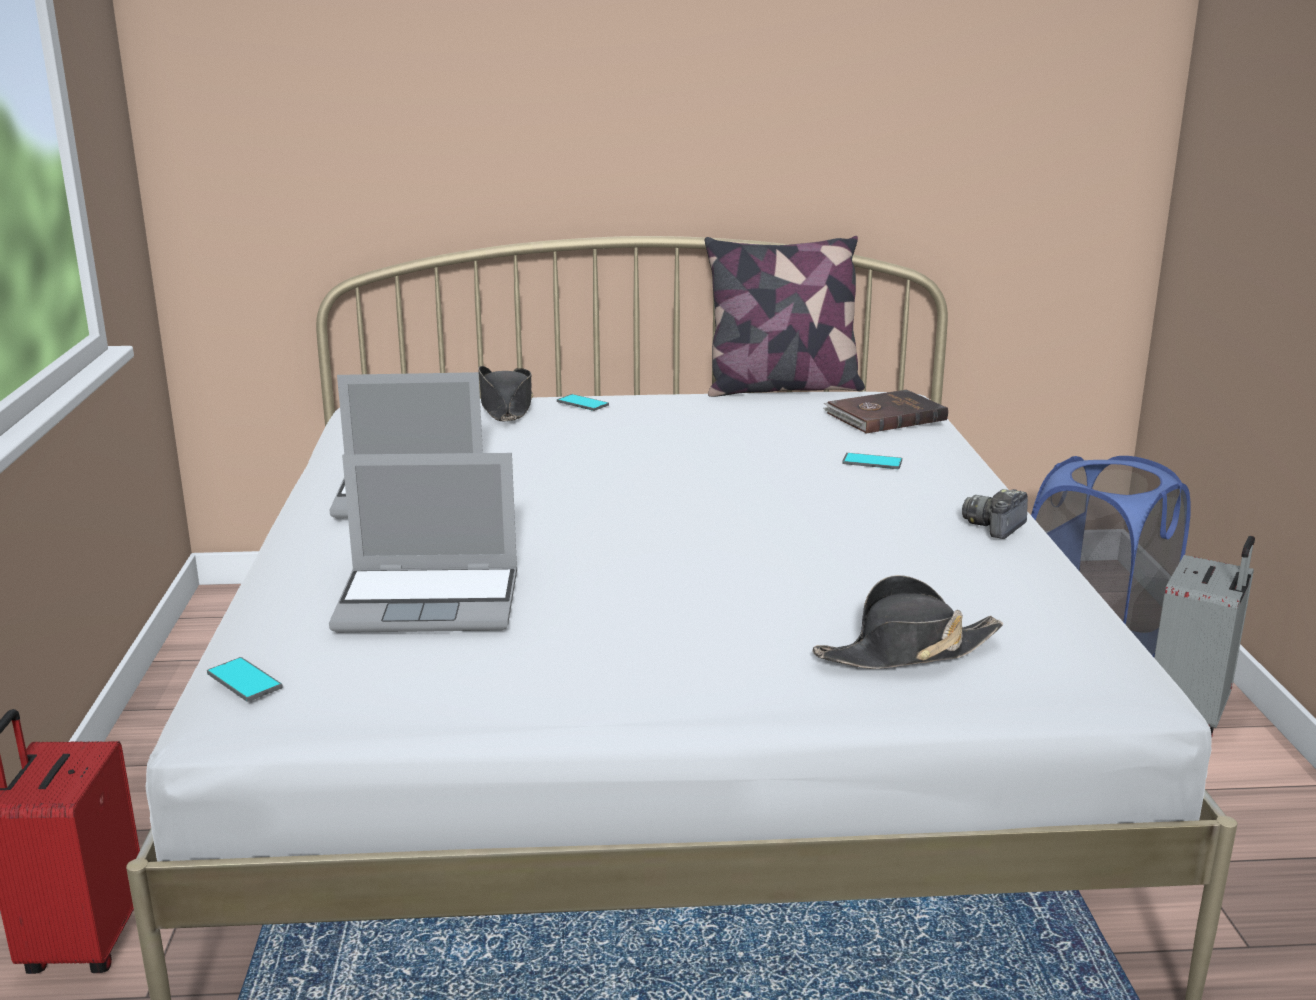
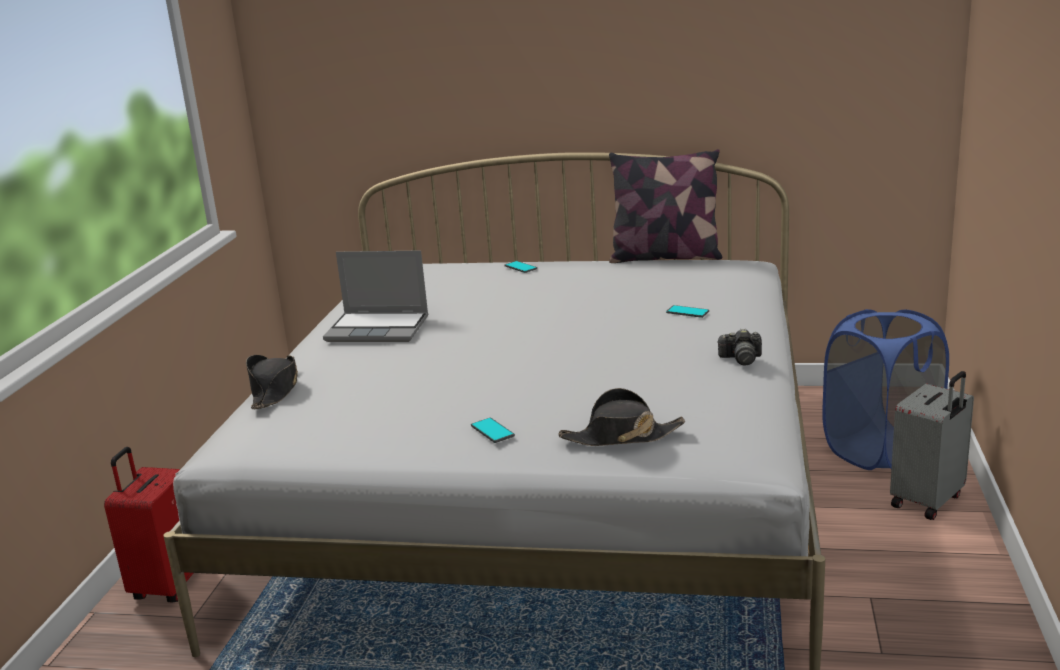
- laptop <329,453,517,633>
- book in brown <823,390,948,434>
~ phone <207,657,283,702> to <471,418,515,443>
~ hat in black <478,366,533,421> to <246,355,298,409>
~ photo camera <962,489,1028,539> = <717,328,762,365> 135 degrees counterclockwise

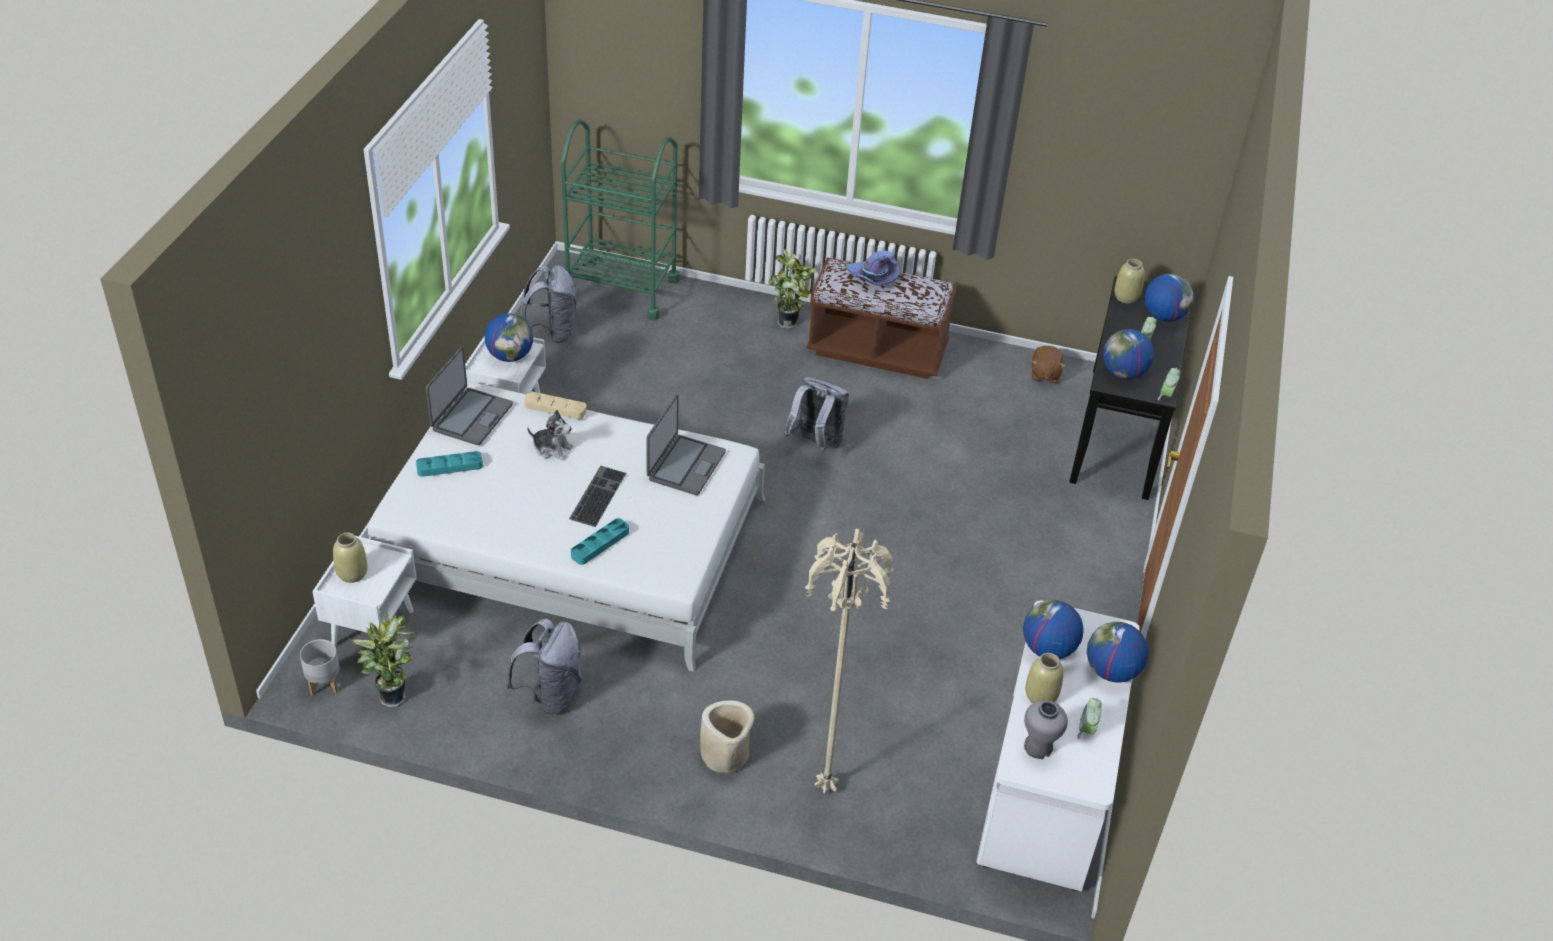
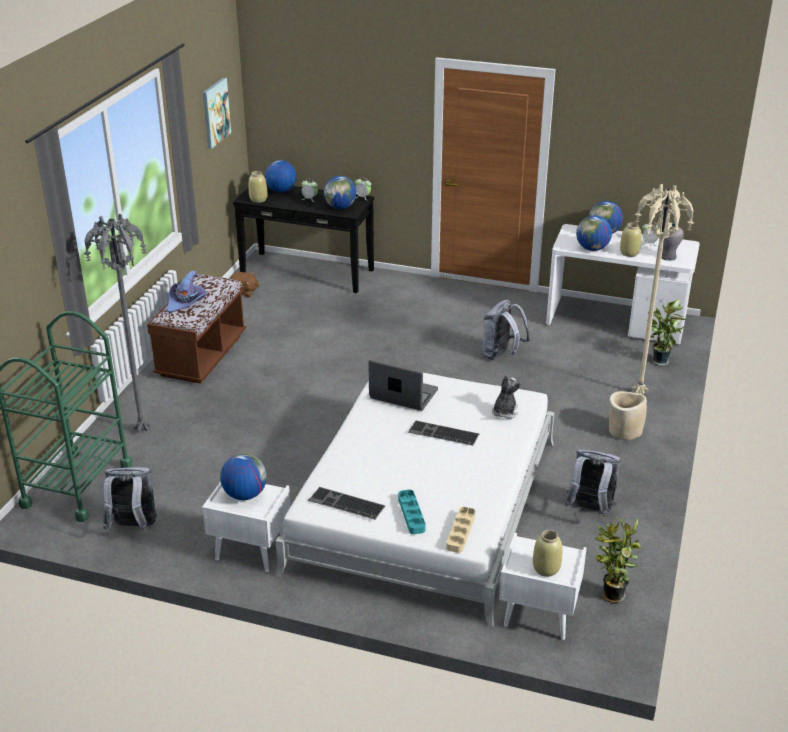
- planter in grey <300,639,340,696>
- tray in turquoise <571,518,629,565>
+ floor lamp in grey <84,214,150,433>
+ picture <203,78,231,149>
~ tray in beige <524,392,587,419> to <446,507,475,553>
~ plush toy <527,410,573,460> to <492,375,521,419>
~ potted plant <769,248,816,329> to <646,299,687,366>
~ backpack in grey <784,377,849,453> to <482,300,530,360>
~ laptop <426,347,513,445> to keyboard <308,487,385,520>

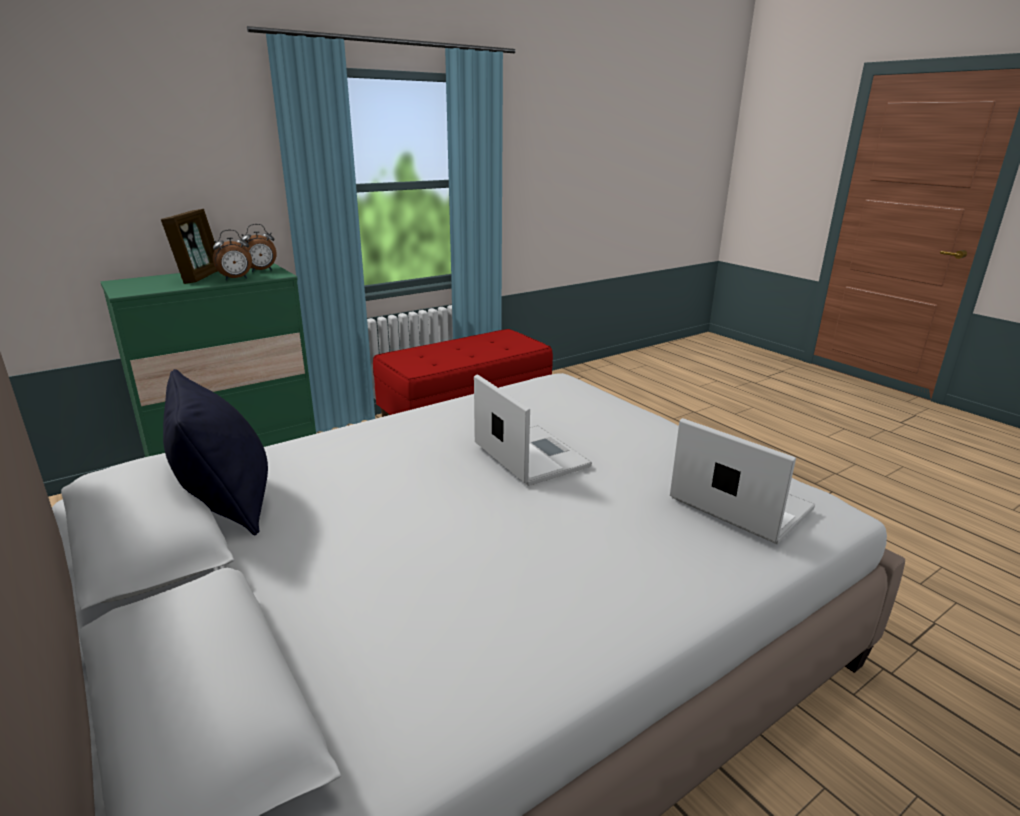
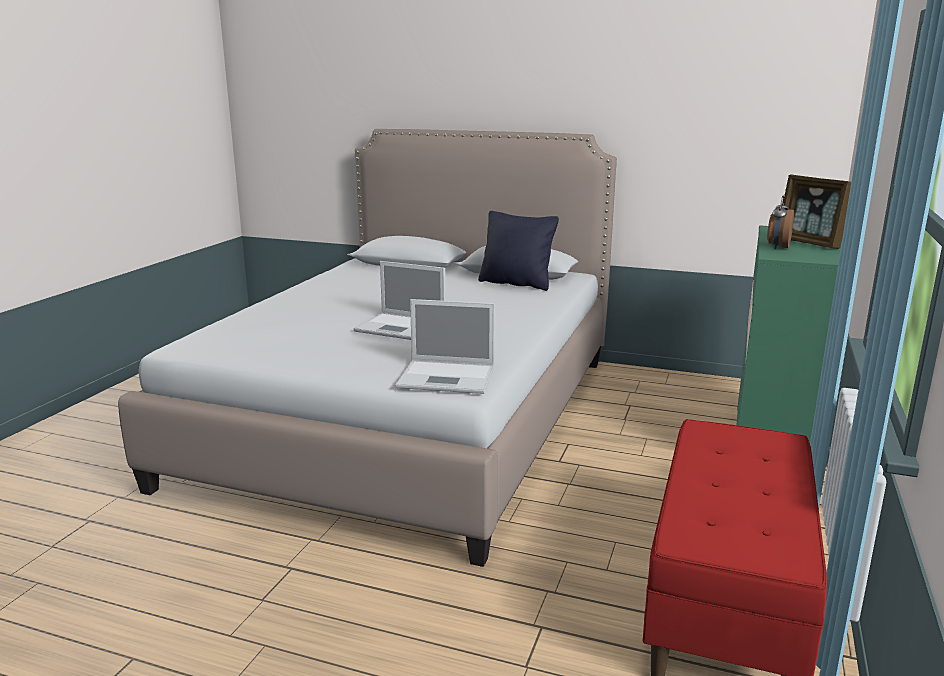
- alarm clock <241,224,276,272>
~ laptop <670,418,815,544> to <395,299,495,394>

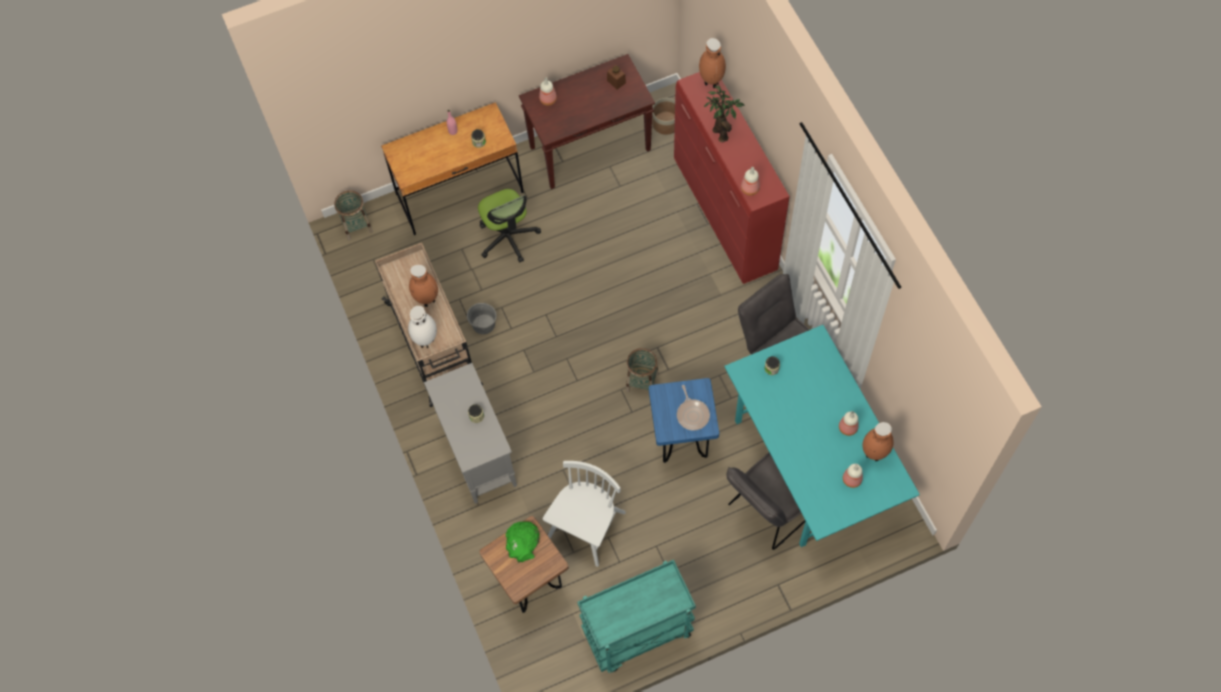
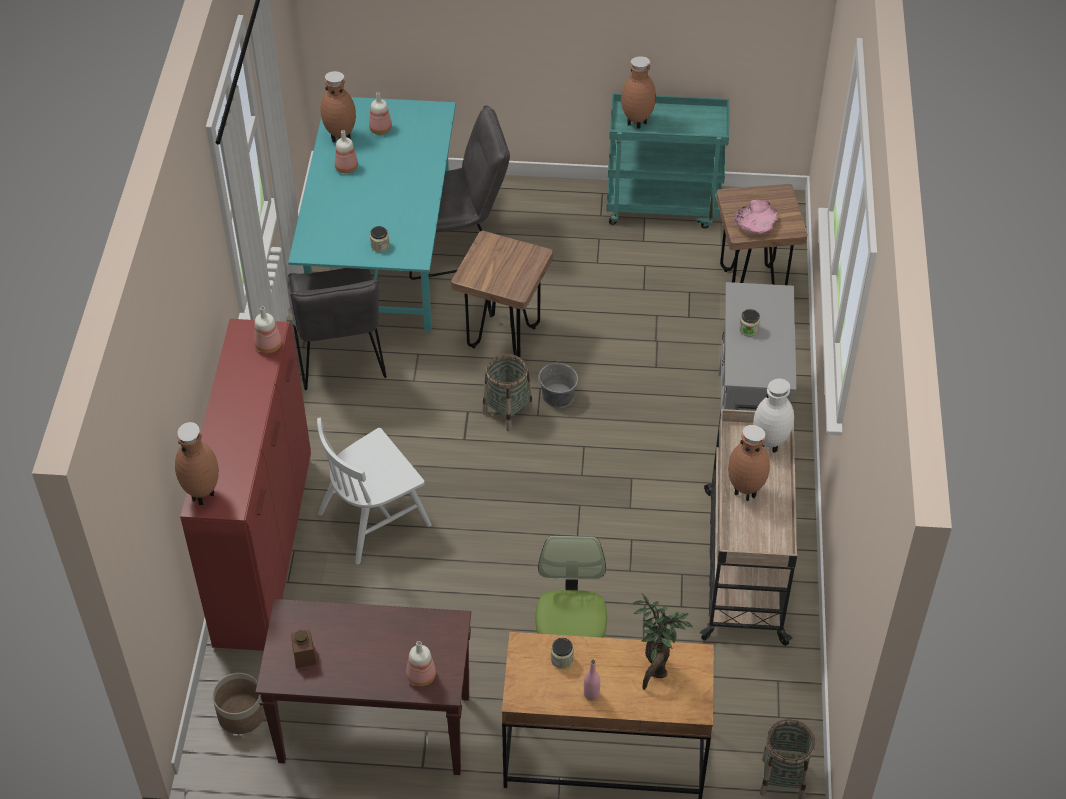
- frying pan <677,385,710,430>
+ vase in brown <621,56,656,129>
~ bucket in grey <467,302,497,334> to <539,360,578,407>
~ chair in white <542,461,626,567> to <317,417,432,564>
~ potted plant <704,85,745,142> to <633,593,693,690>
~ bowl in green <506,522,539,563> to bowl in pink <734,200,778,233>
~ stool in blue <649,378,719,463> to stool in brown <451,231,553,357>

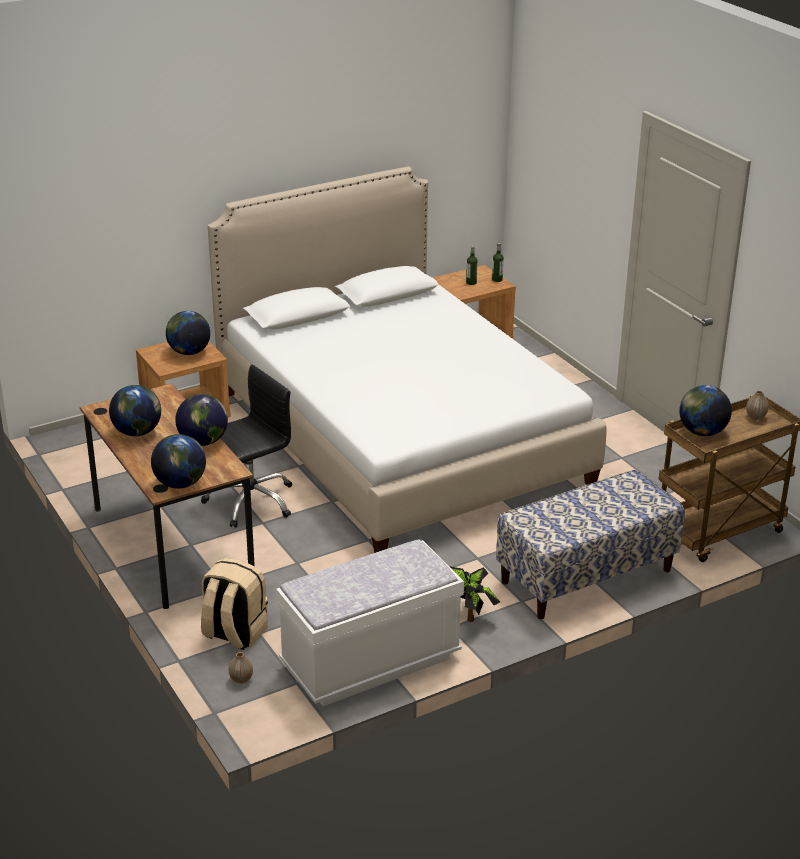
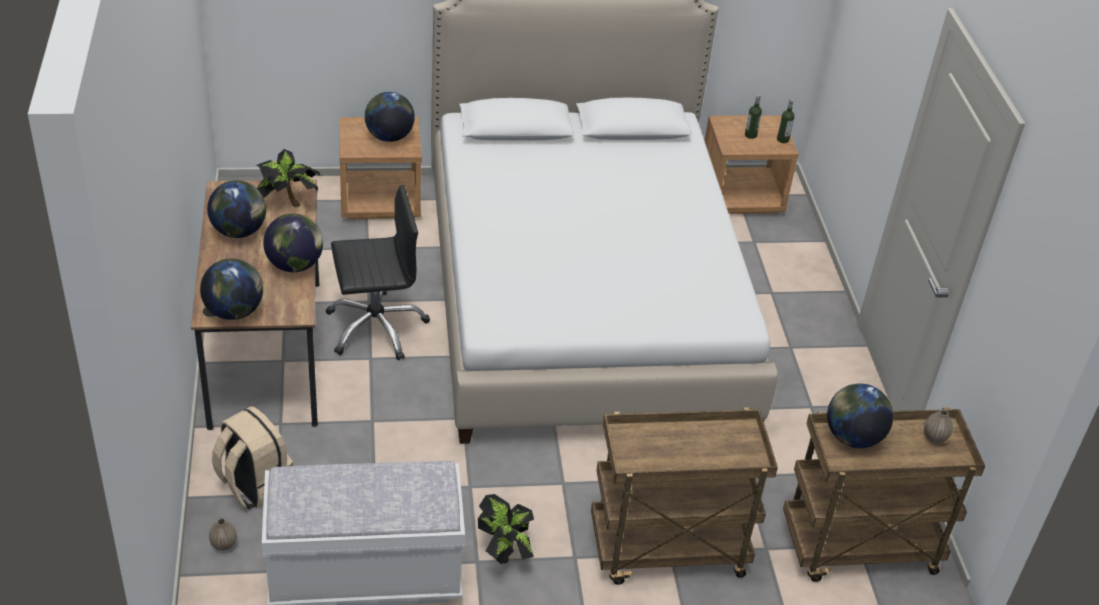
+ potted plant <256,149,320,207>
~ bench <496,470,685,619> to cart in brown <591,408,778,585>

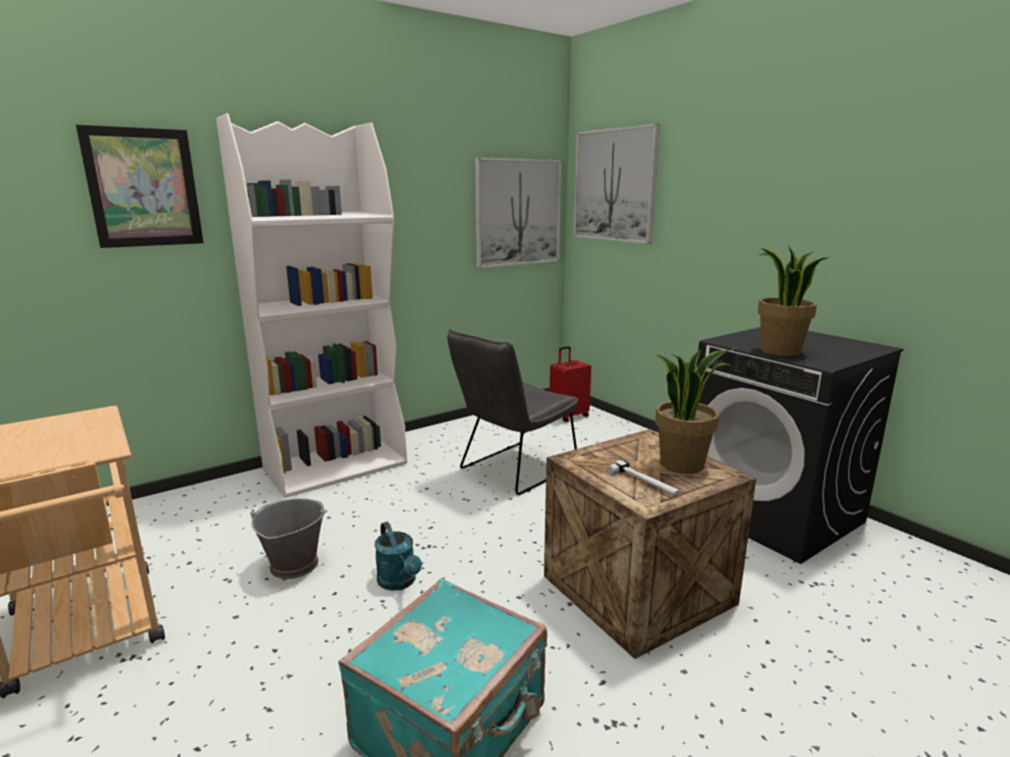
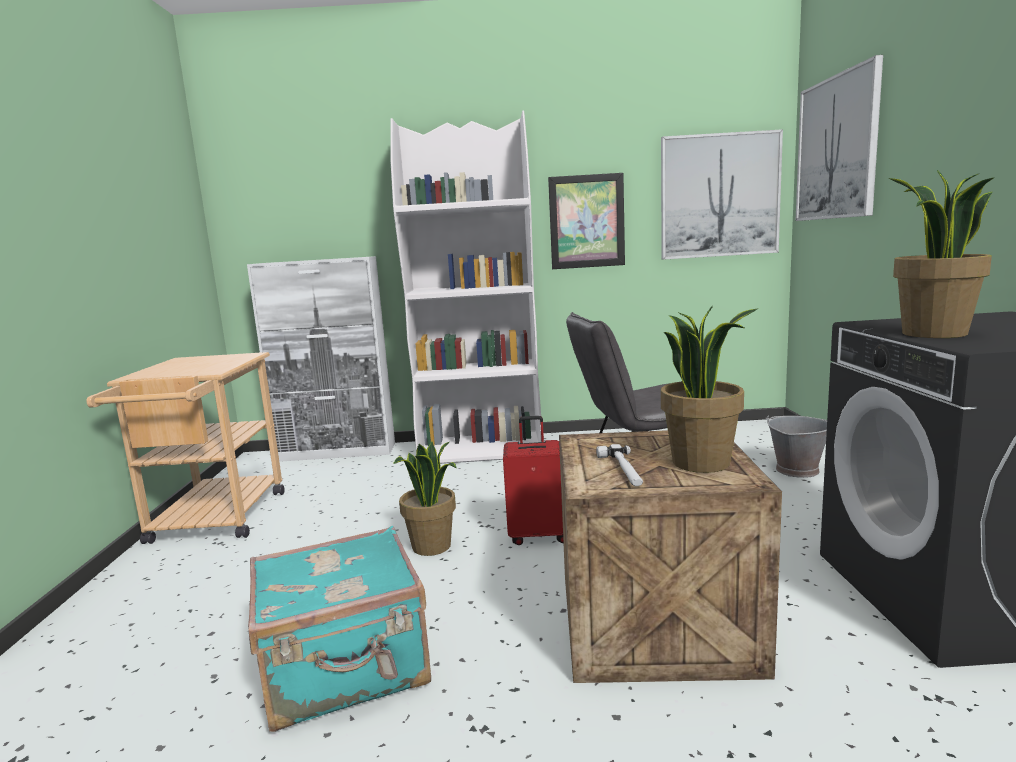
+ cabinet in white <247,256,395,462>
~ picture <76,124,204,248> to <548,173,625,269>
~ bucket in grey <250,498,327,579> to <765,415,827,478>
~ suitcase in red <550,346,591,422> to <503,416,563,545>
~ watering can in turquoise <374,522,422,591> to potted plant <393,441,456,556>

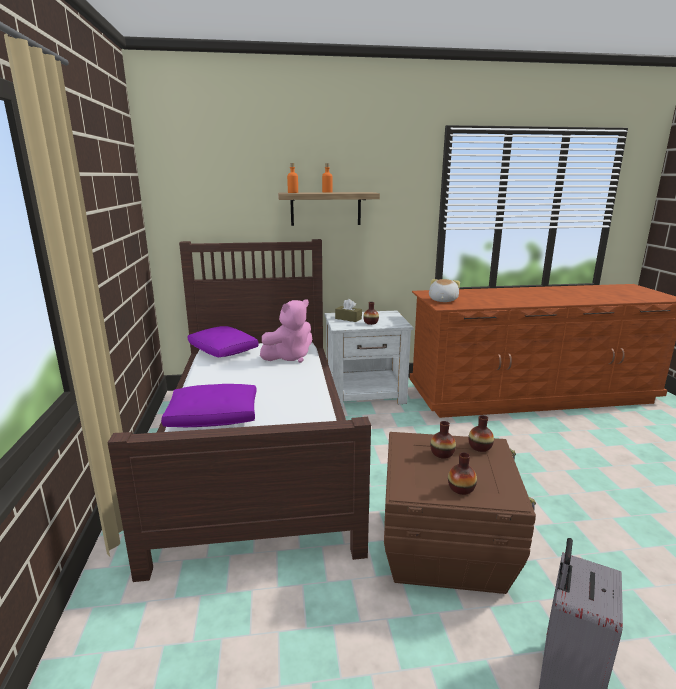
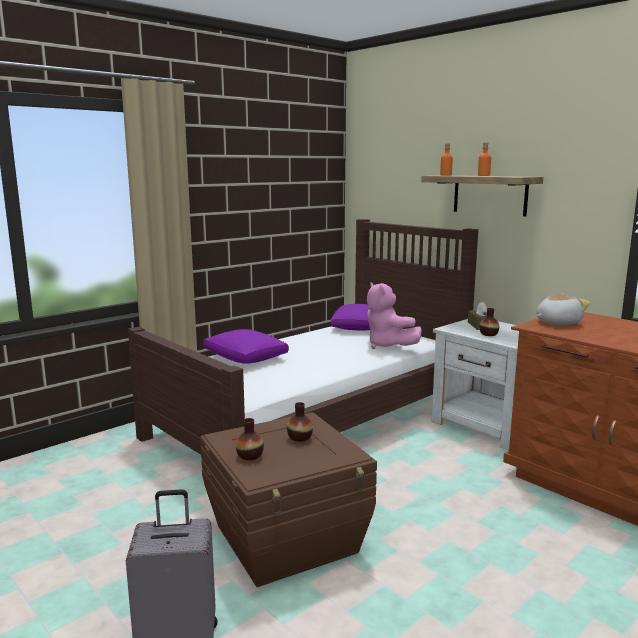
- vase <468,415,494,452>
~ plush toy in pink <260,299,312,363> = <367,282,422,349> 45 degrees clockwise

